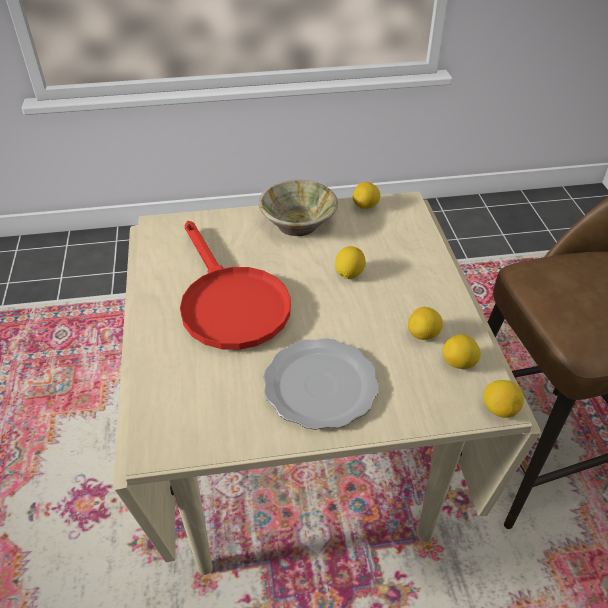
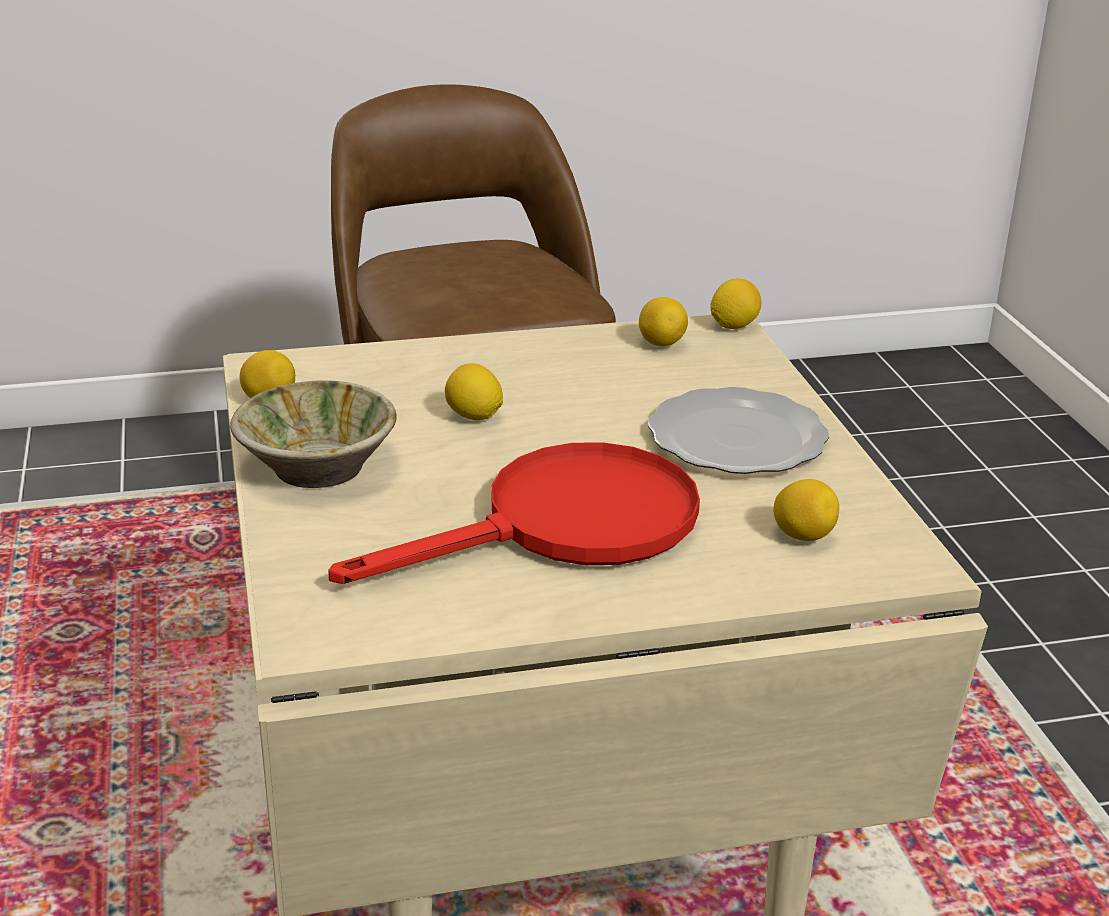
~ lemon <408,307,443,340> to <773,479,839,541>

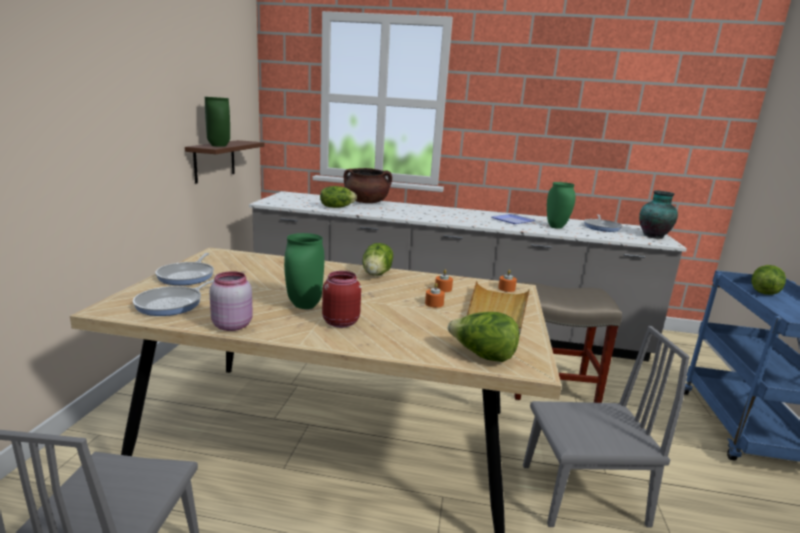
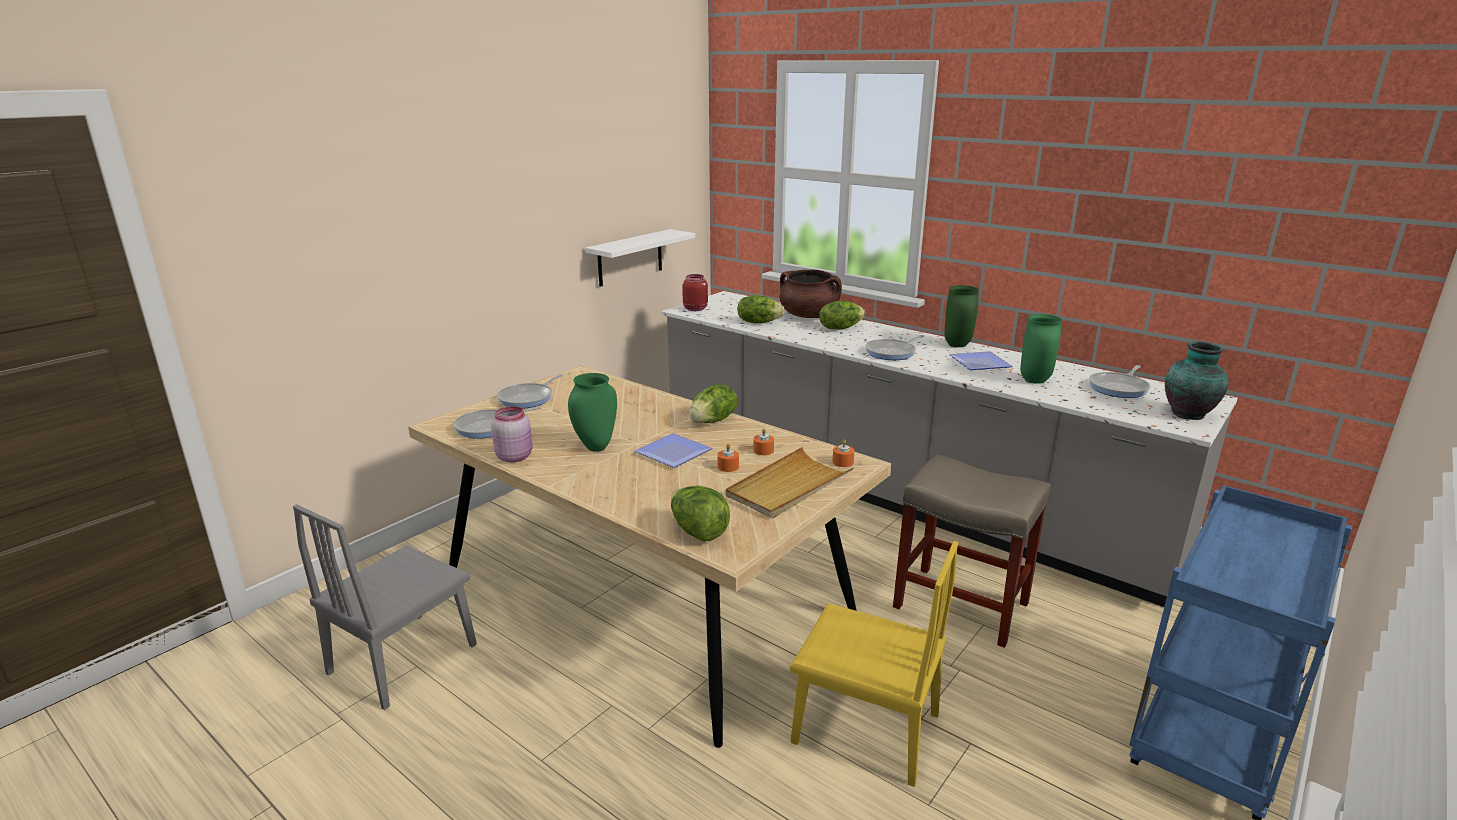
+ plate <634,433,712,468>
+ frying pan <865,335,924,360>
~ vase in green <205,97,230,147> to <944,285,979,347>
~ jar in red <322,271,361,328> to <682,274,708,311>
~ lettuce <751,265,786,295> to <819,301,865,330>
~ shelf in brown <185,140,265,183> to shelf in white <585,229,695,287>
~ chair in grey <523,326,690,528> to chair in yellow <790,541,958,787>

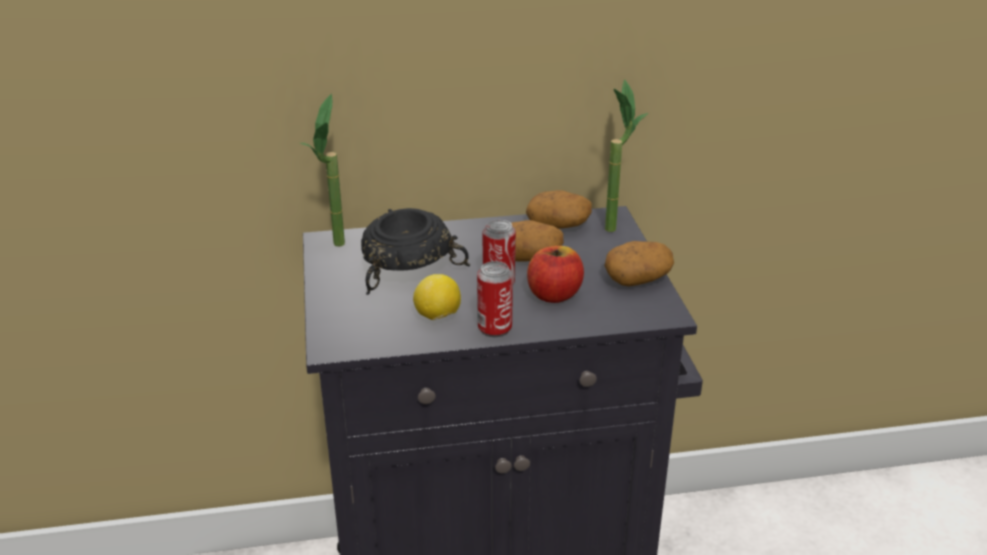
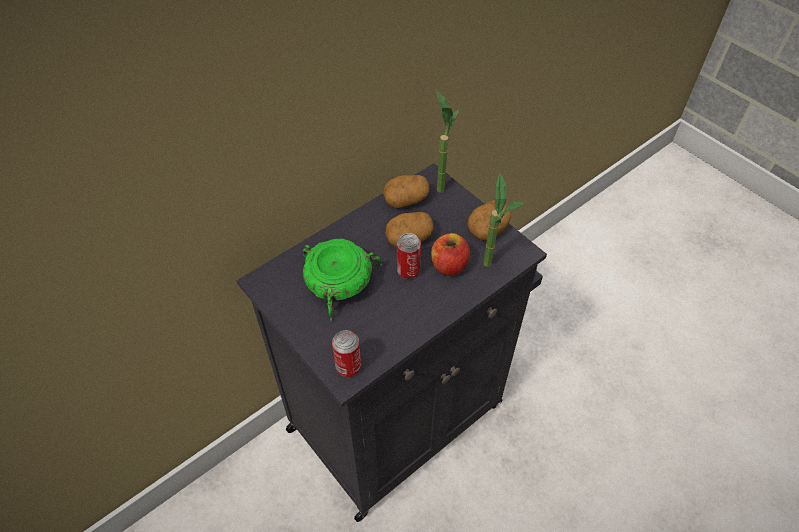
- lemon <413,274,461,320>
~ potted plant <300,94,345,247> to <483,173,524,267>
~ can <477,261,513,337> to <332,330,361,377>
~ bowl in black <361,208,470,295> to bowl in green <303,239,382,321>

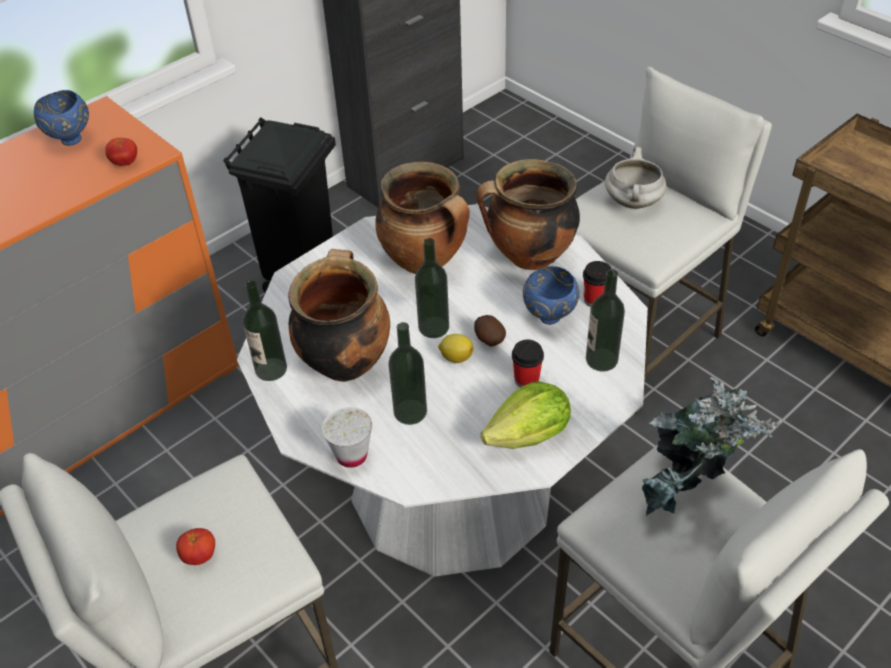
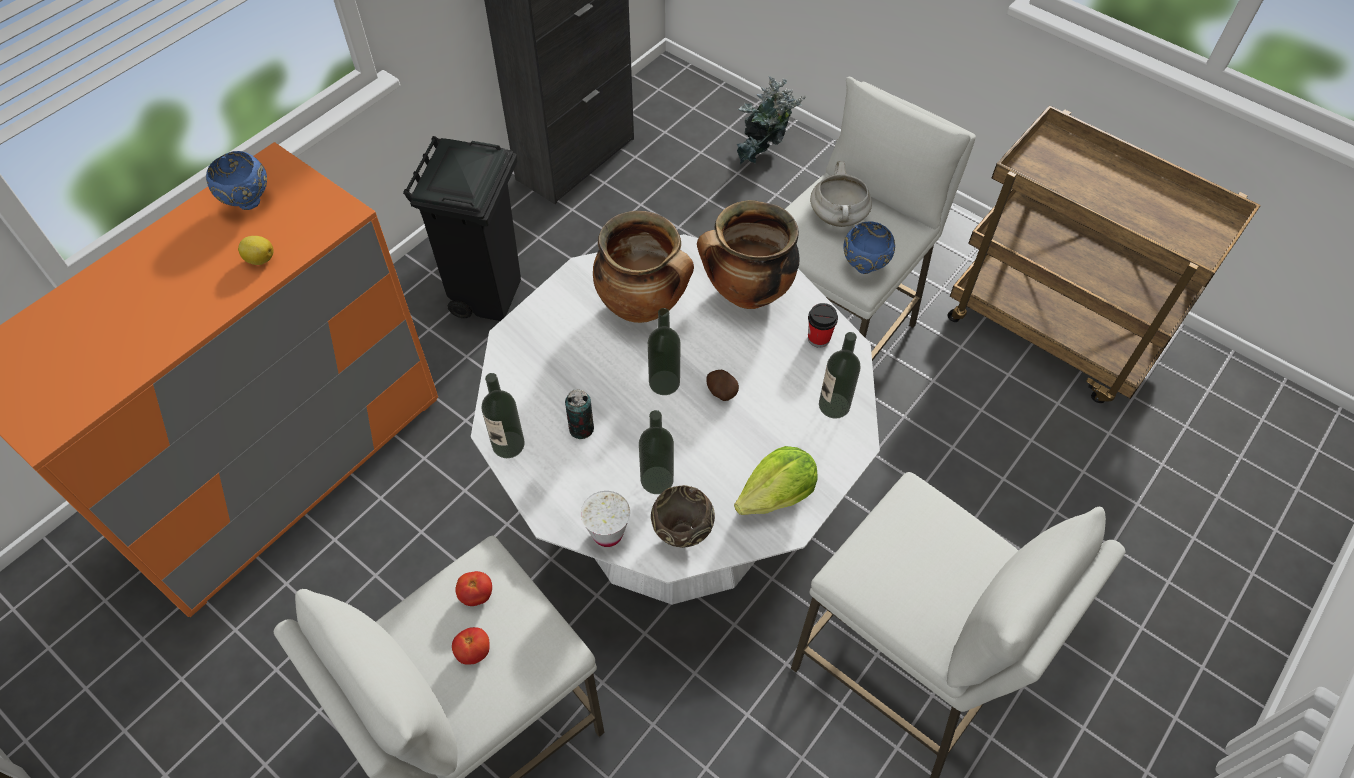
- cup <512,340,544,388>
+ bowl in brown <651,485,715,548>
~ tomato <105,138,137,166> to <455,571,492,606>
~ lemon <438,334,473,363> to <238,236,273,265>
~ bowl in blue <523,266,580,325> to <843,221,895,274>
~ potted plant <642,377,781,516> to <737,76,806,165>
~ cooking pot <288,249,390,382> to can <565,389,594,439>

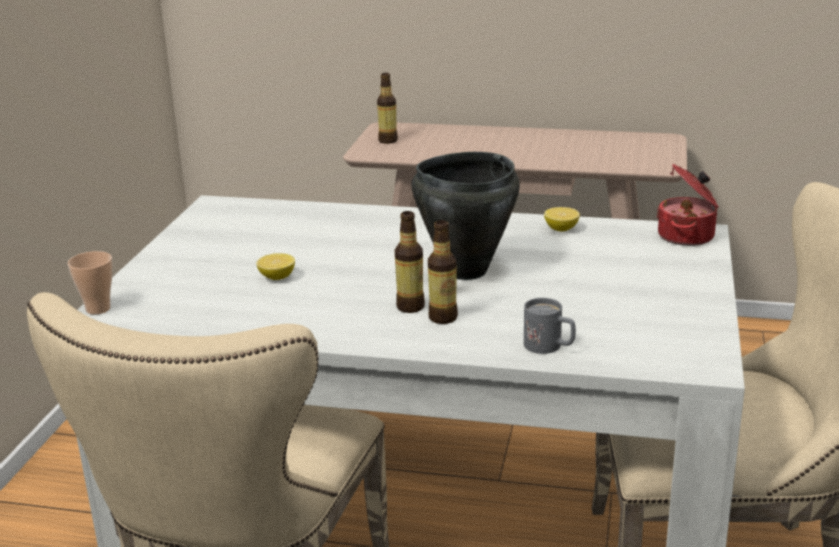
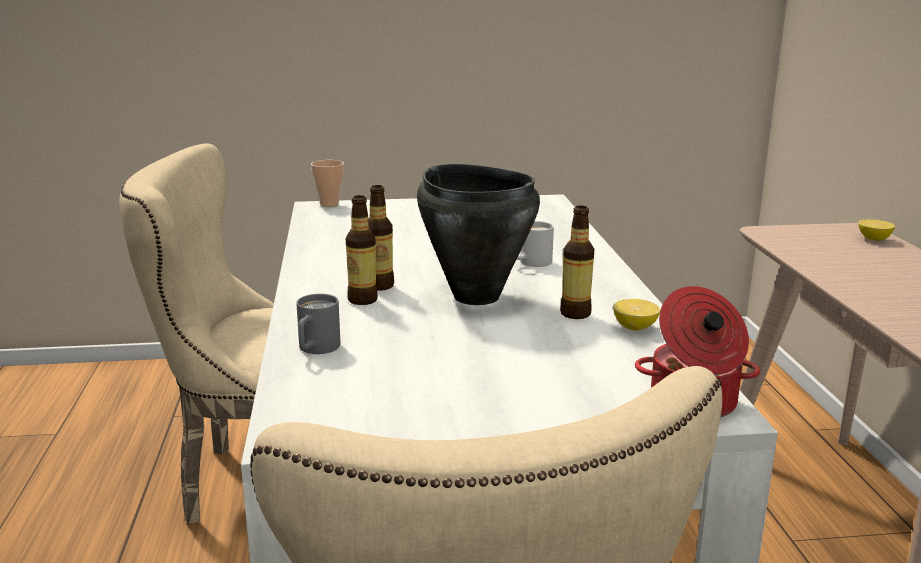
+ mug in white <516,221,554,267>
~ lemon <256,253,295,280> to <858,219,895,241>
~ bottle <377,73,398,144> to <560,206,594,319>

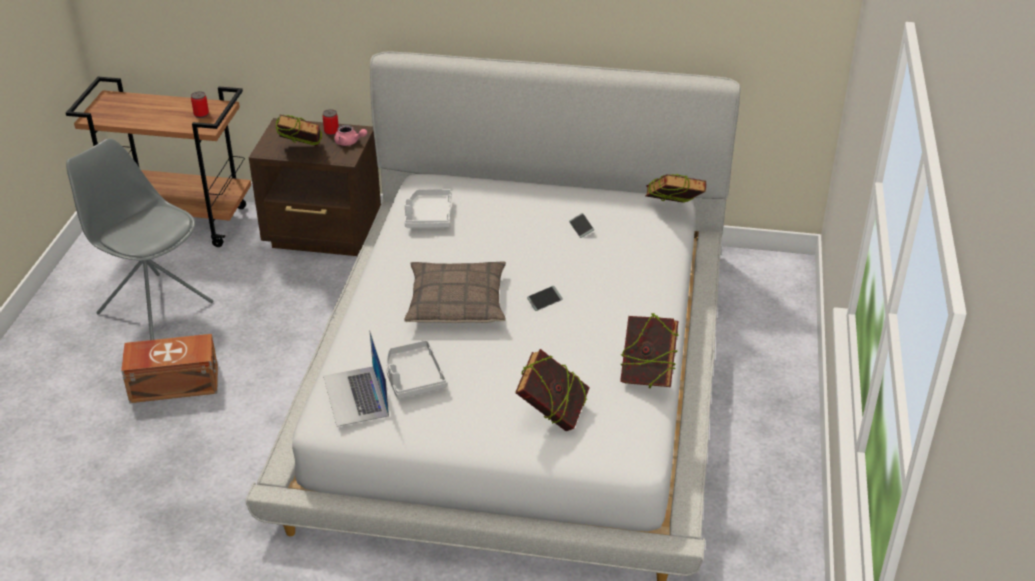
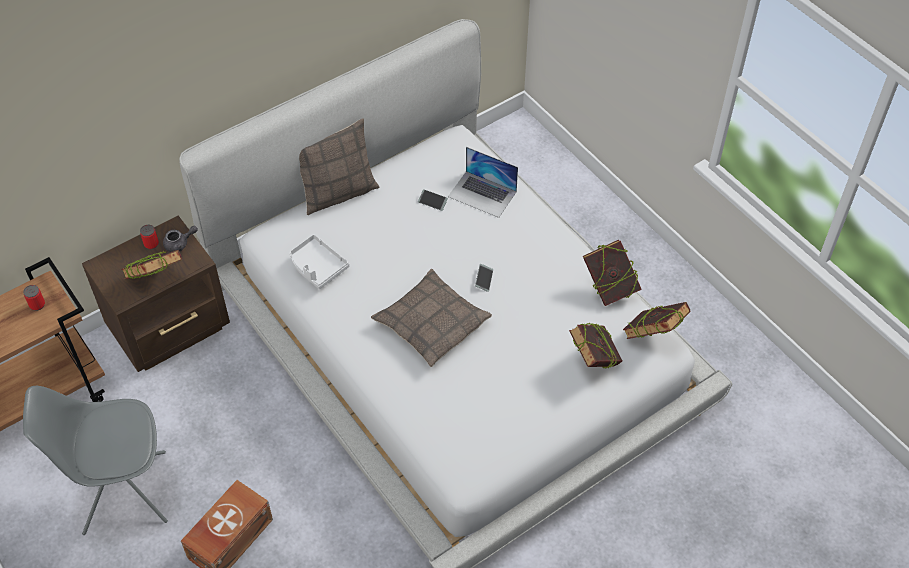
- tray in grey <386,340,447,399>
+ pillow <299,118,379,215>
~ laptop <323,330,389,427> to <448,147,518,218>
~ book <645,174,706,203> to <623,302,691,339>
~ teapot in pink <334,125,367,146> to teapot in grey <163,226,198,252>

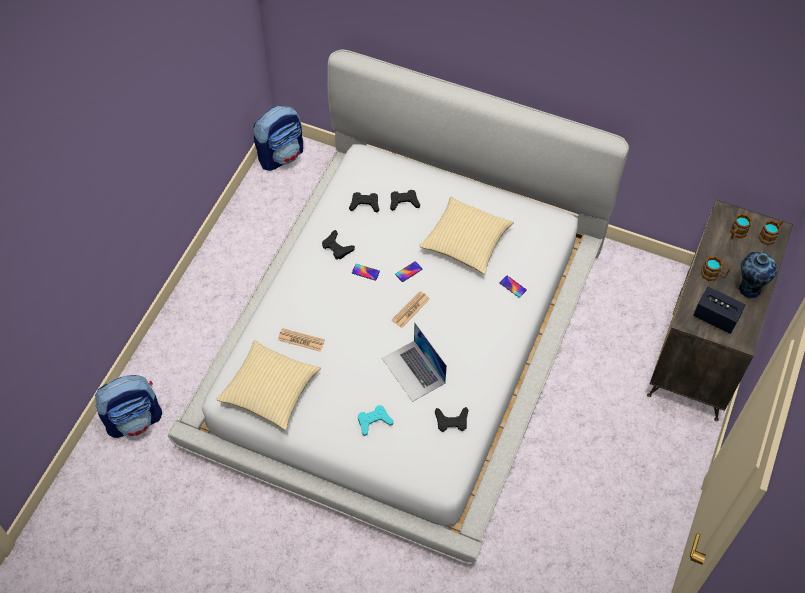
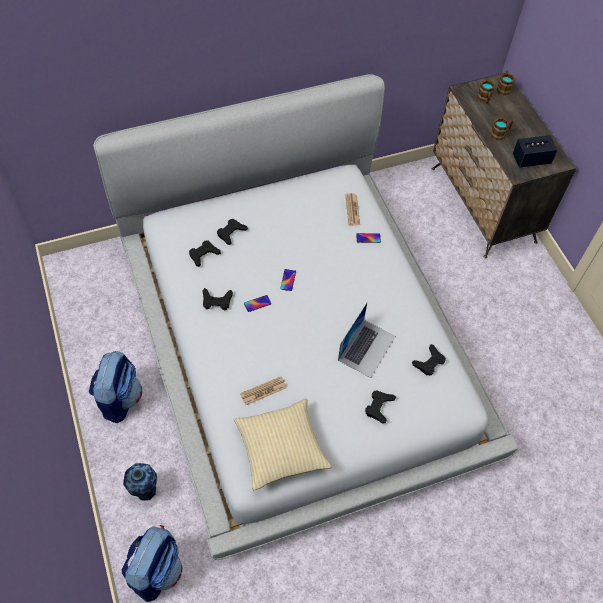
- pillow <419,197,514,274>
~ backpack <253,106,303,171> to <89,351,142,423>
~ newspaper <392,291,430,328> to <345,193,360,226>
~ vase <739,252,777,298> to <123,463,157,501>
~ game controller in turquoise <358,405,393,436> to game controller in black <365,390,396,424>
~ laptop <382,322,447,402> = <338,303,396,378> 75 degrees counterclockwise

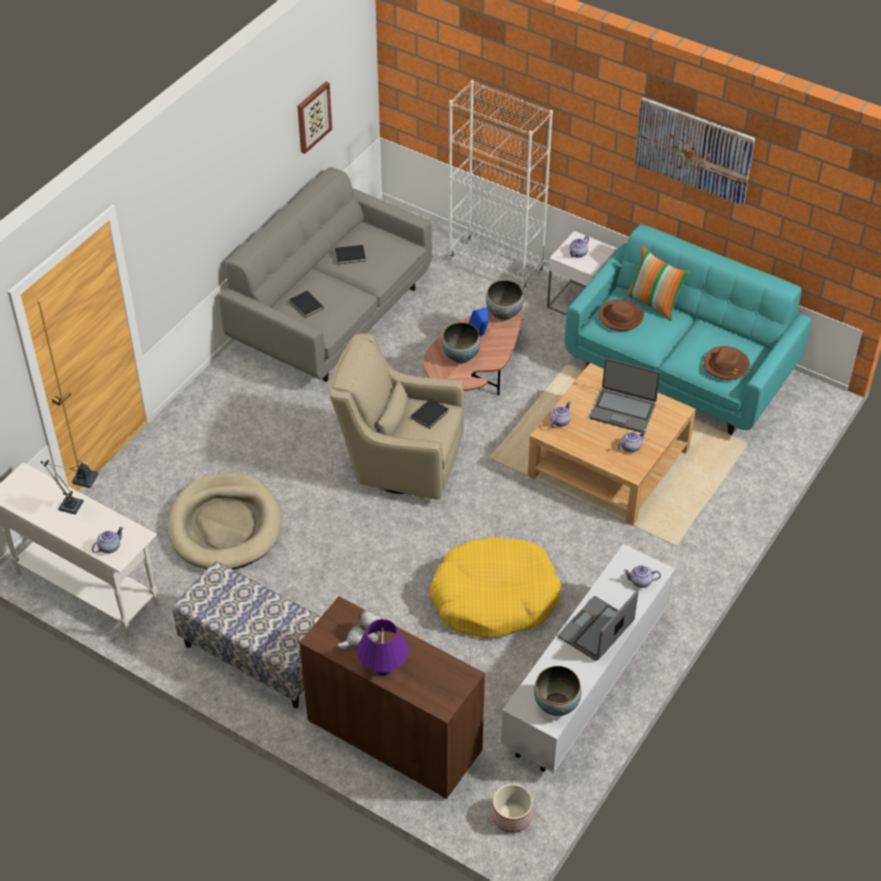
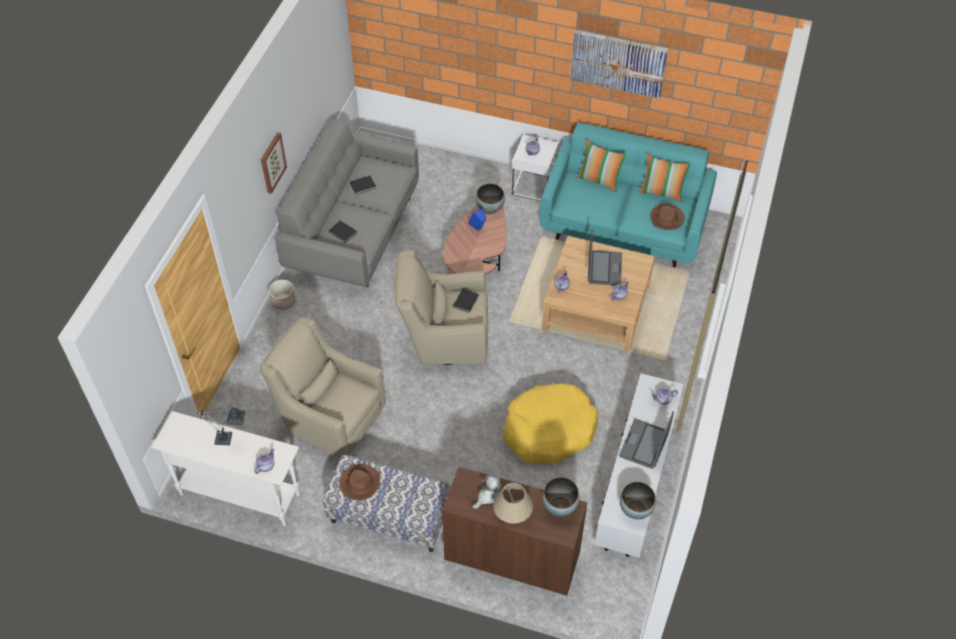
- bookcase in white <448,80,553,291>
+ pillow <639,154,691,202>
~ picture <297,82,332,154> to <261,132,287,194>
~ bowl <442,322,481,364> to <542,477,580,517>
~ planter <492,784,533,833> to <269,280,296,310>
~ hat in brown <599,299,644,331> to <339,464,380,500>
~ dog bed in beige <168,473,282,570> to armchair in beige <260,317,386,459>
~ table lamp in purple <357,619,409,676> to table lamp in beige <493,483,533,524>
~ laptop <590,358,660,433> = <588,229,622,286> 90 degrees counterclockwise

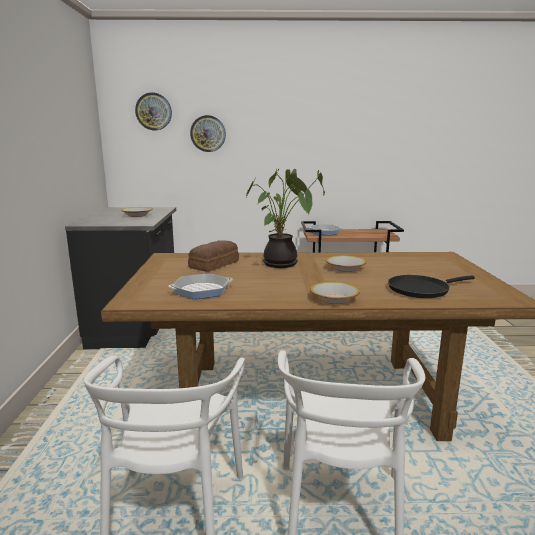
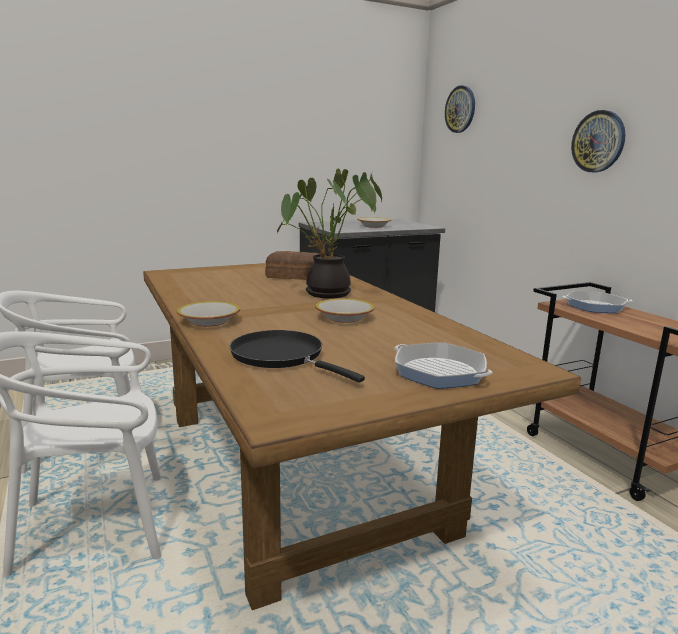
~ frying pan <168,273,233,299> to <394,342,492,389>
~ wall clock <190,115,226,152> to <571,110,625,172>

